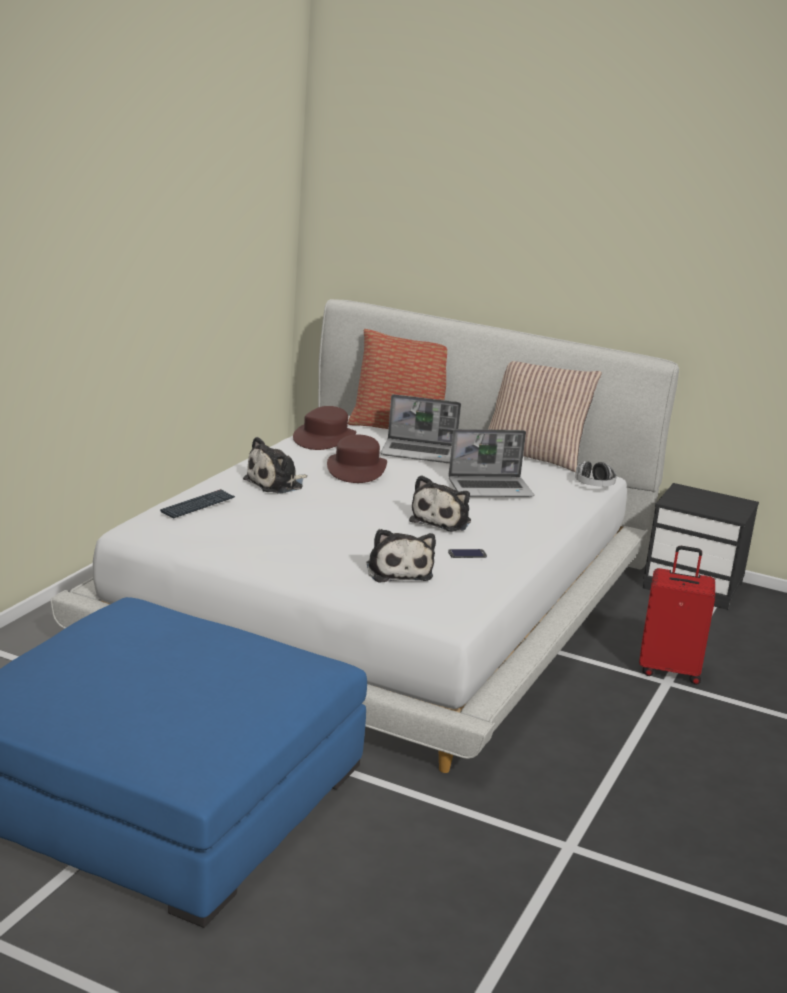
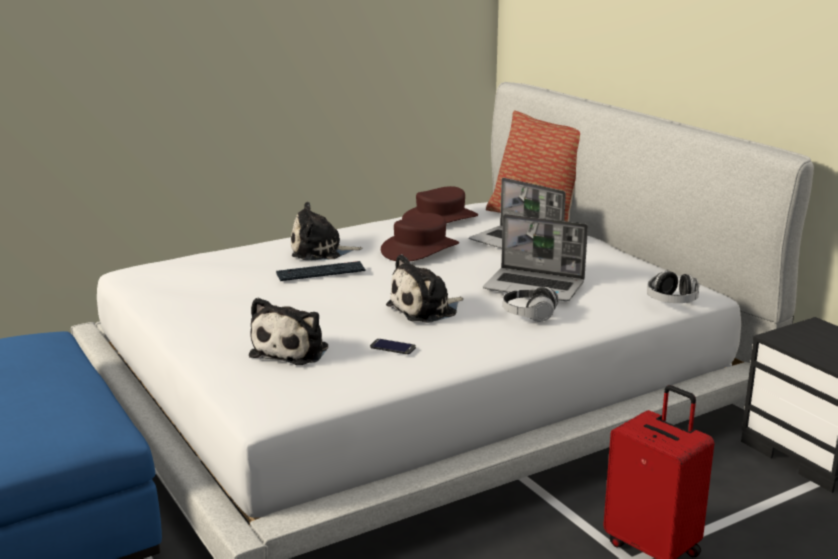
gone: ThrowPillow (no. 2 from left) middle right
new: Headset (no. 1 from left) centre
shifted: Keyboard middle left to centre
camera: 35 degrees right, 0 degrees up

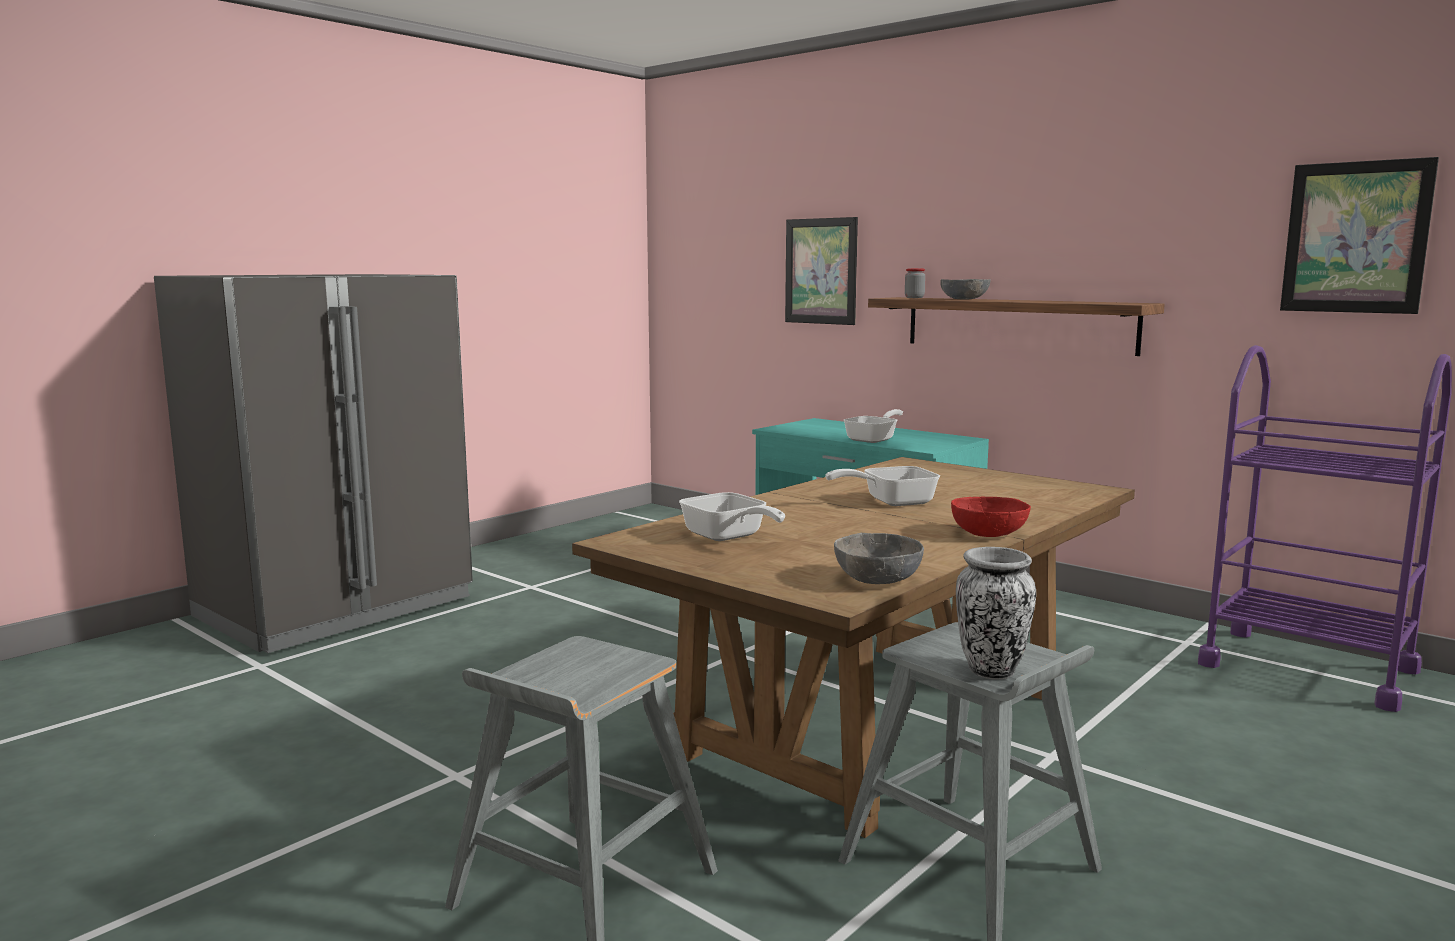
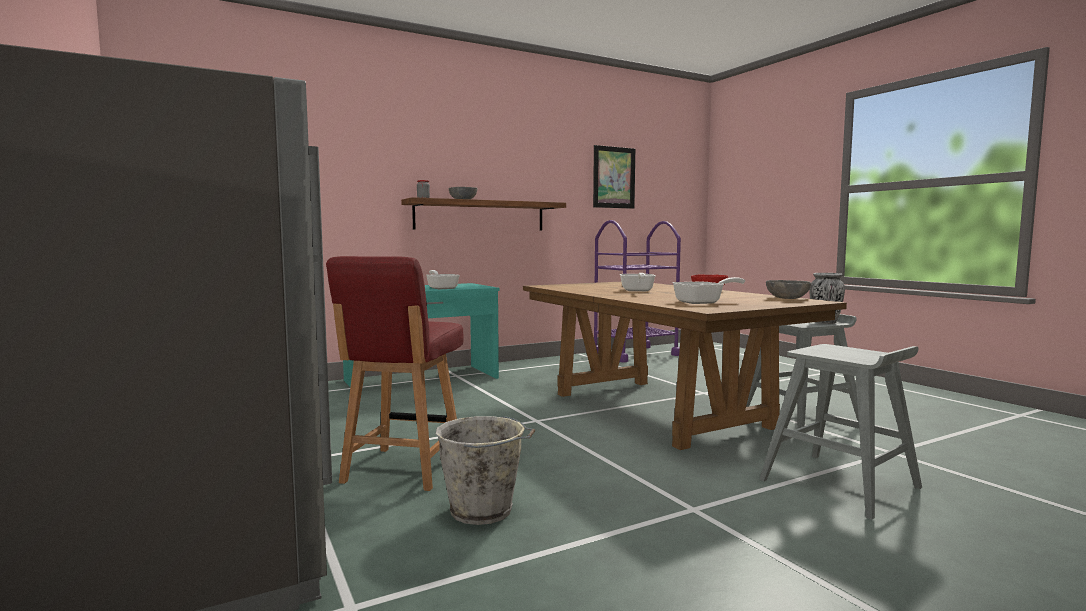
gone: Picture (no. 1 from left) top centre
new: RedColouredUprightChair centre; GrayWaterBucket bottom centre
camera: 70 degrees left, 5 degrees down

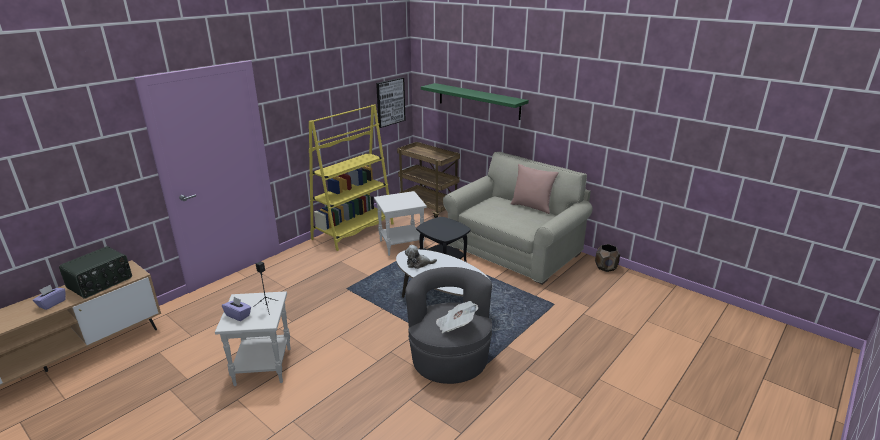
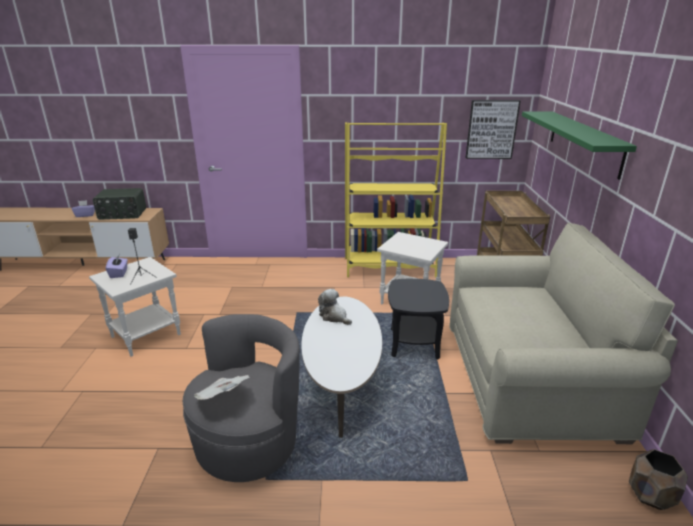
gone: PinkThrowPillow centre
camera: 50 degrees right, 0 degrees up

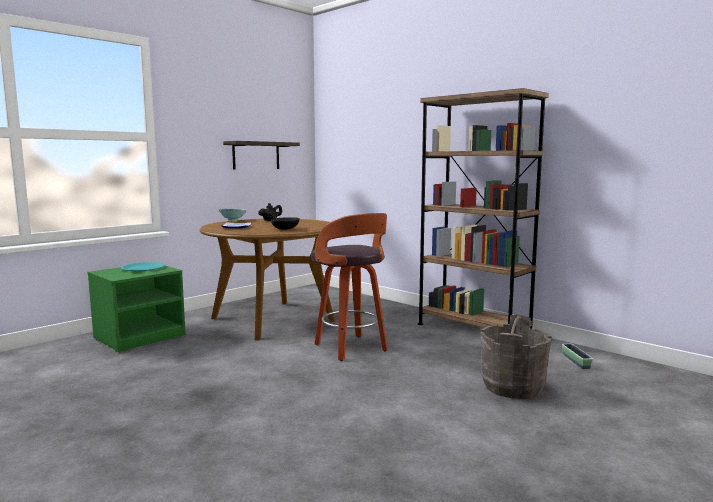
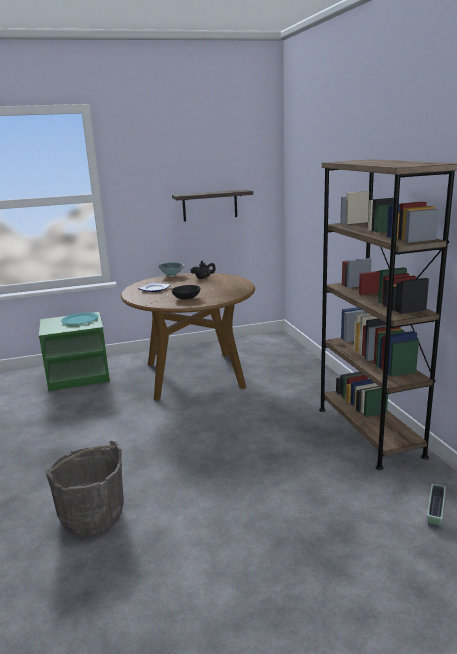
gone: SittingStool centre
shifted: GrayWaterBucket bottom right to bottom left
camera: 30 degrees right, 10 degrees up

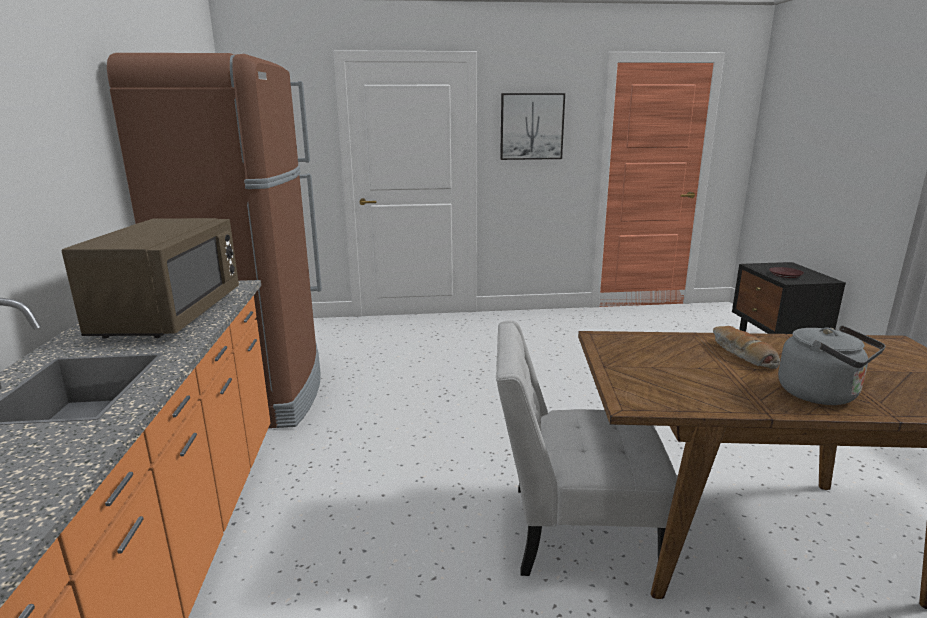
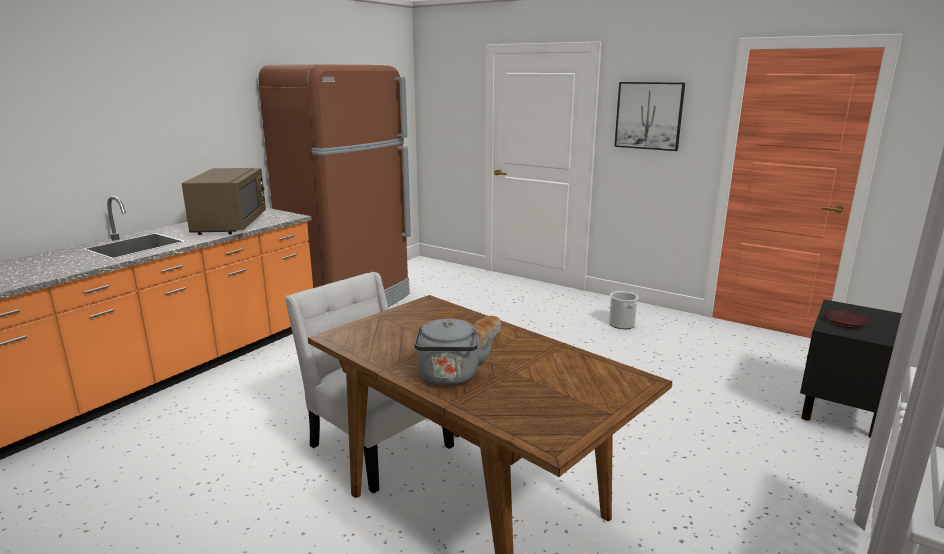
new: WaterBucket centre
rotated: BrownMicrowaveOven middle left = middle left 45 degrees counterclockwise
camera: 40 degrees right, 0 degrees up

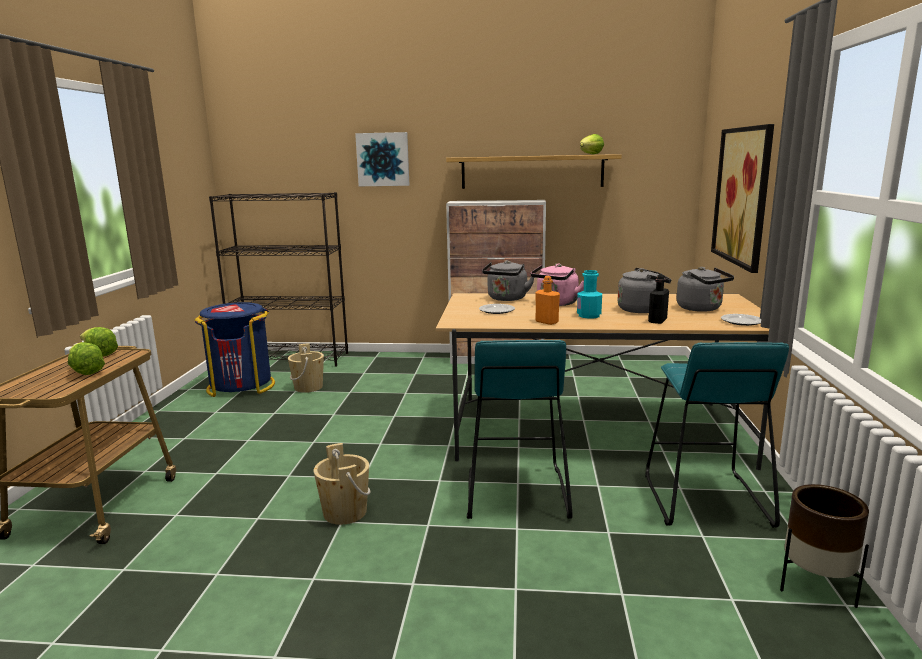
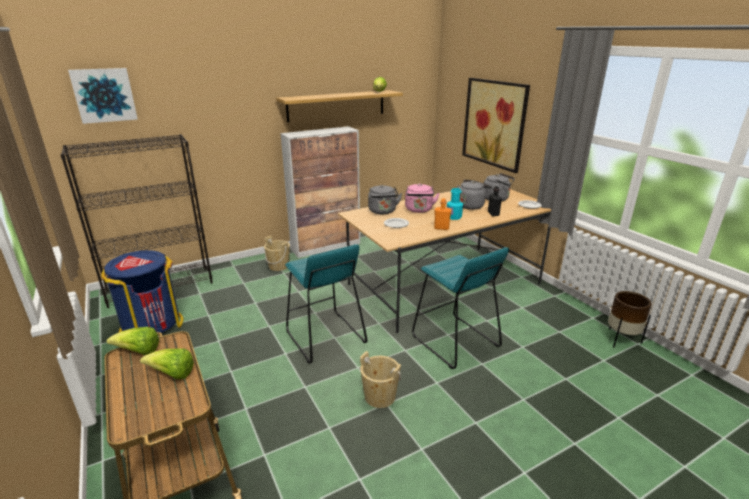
shifted: Picture (no. 1 from left) top centre to top left; SandColouredWaterBucket (no. 1 from left) middle left to centre; TurquoiseSittingStool (no. 2 from left in the first image) middle right to TurquoiseSittingStool (no. 1 from left) centre
camera: 35 degrees left, 10 degrees up

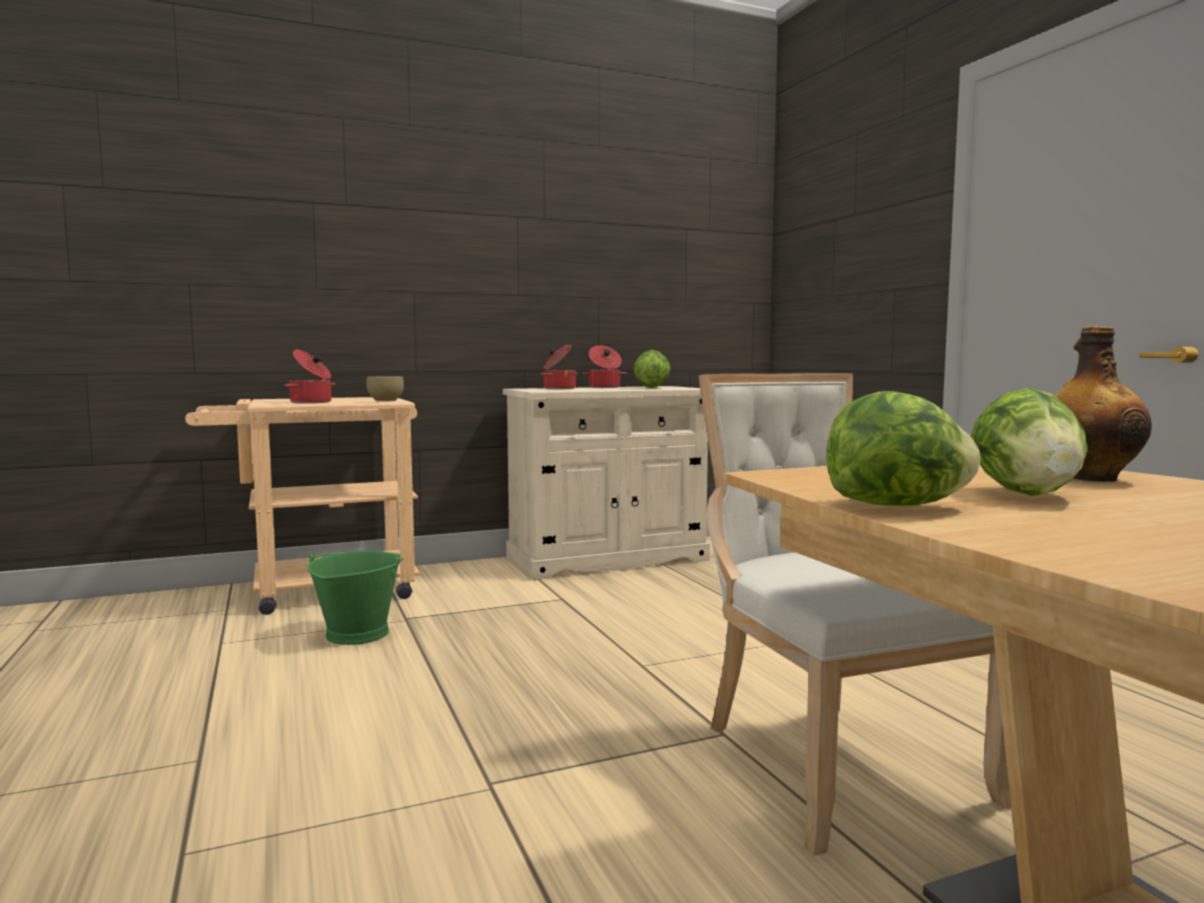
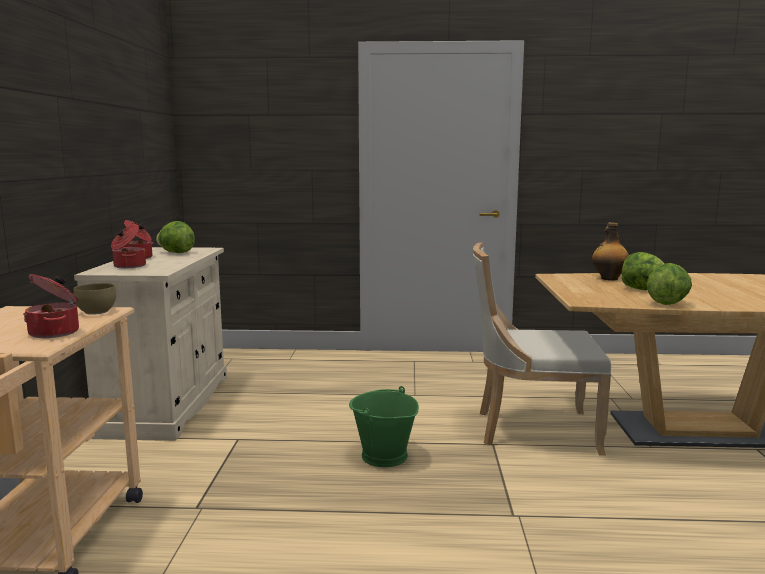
shifted: GreenColouredWaterBucket middle left to bottom centre
camera: 65 degrees left, 5 degrees up

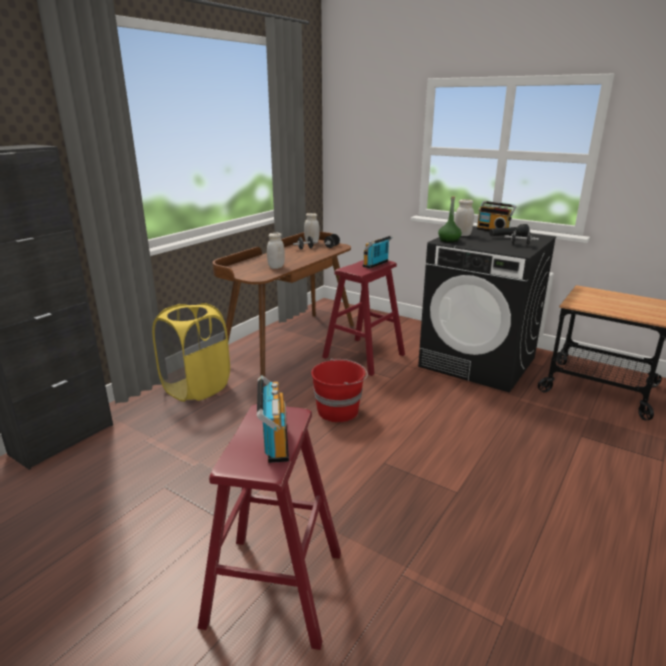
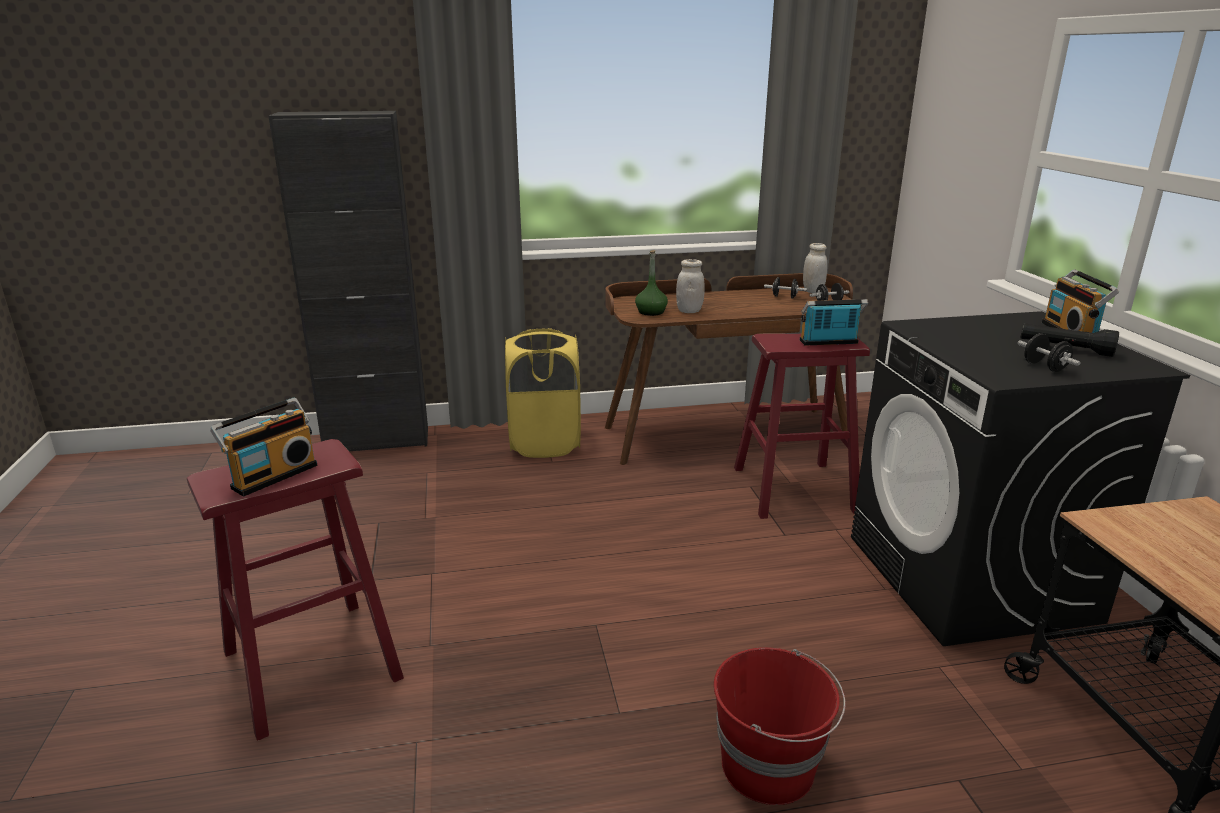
gone: WhitishJar (no. 3 from left) top right
shifted: GreenColouredBottle top right to centre; RedColouredWaterBucket centre to bottom centre
camera: 45 degrees right, 0 degrees up

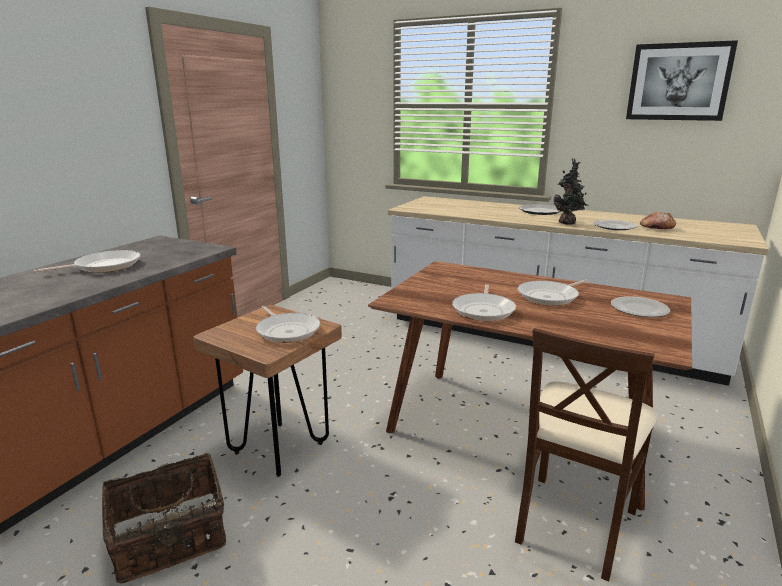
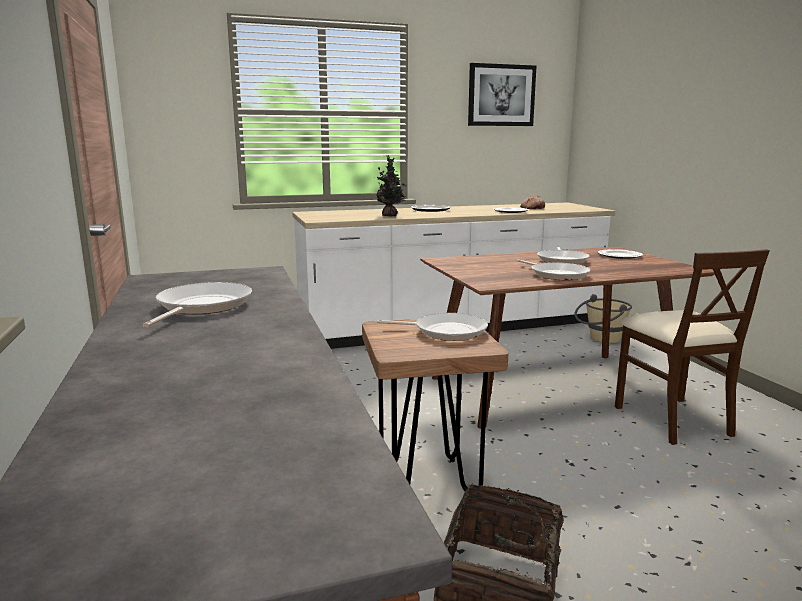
new: SandColouredWaterBucket middle right
shifted: PlantInAPot top right to top centre
camera: 45 degrees left, 5 degrees down

